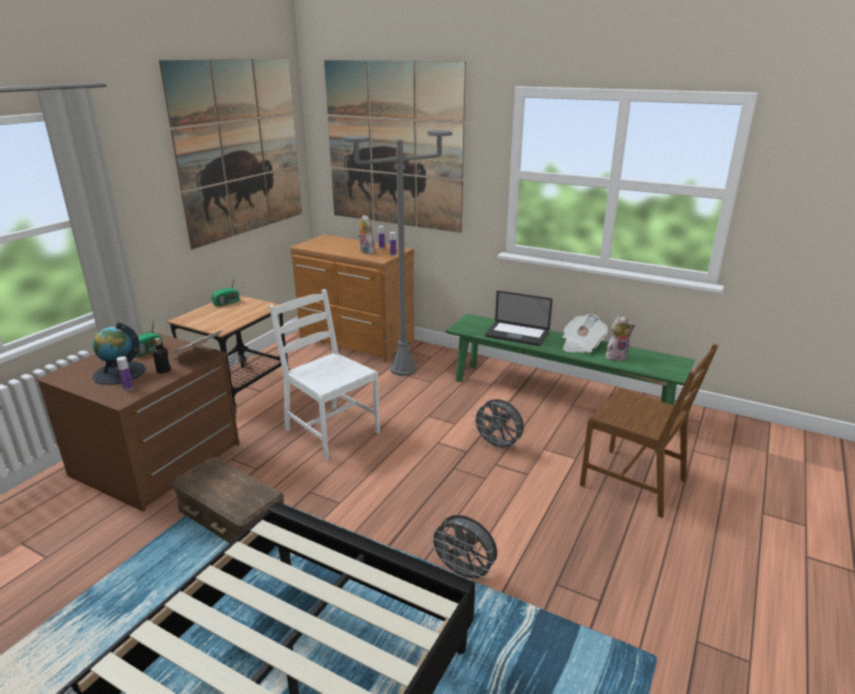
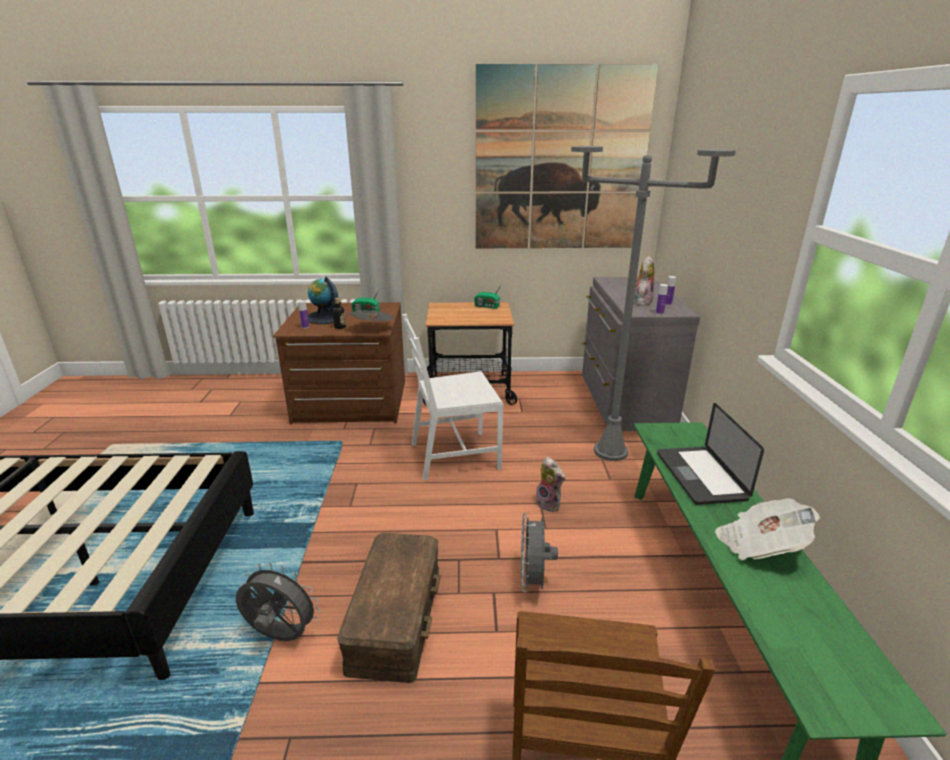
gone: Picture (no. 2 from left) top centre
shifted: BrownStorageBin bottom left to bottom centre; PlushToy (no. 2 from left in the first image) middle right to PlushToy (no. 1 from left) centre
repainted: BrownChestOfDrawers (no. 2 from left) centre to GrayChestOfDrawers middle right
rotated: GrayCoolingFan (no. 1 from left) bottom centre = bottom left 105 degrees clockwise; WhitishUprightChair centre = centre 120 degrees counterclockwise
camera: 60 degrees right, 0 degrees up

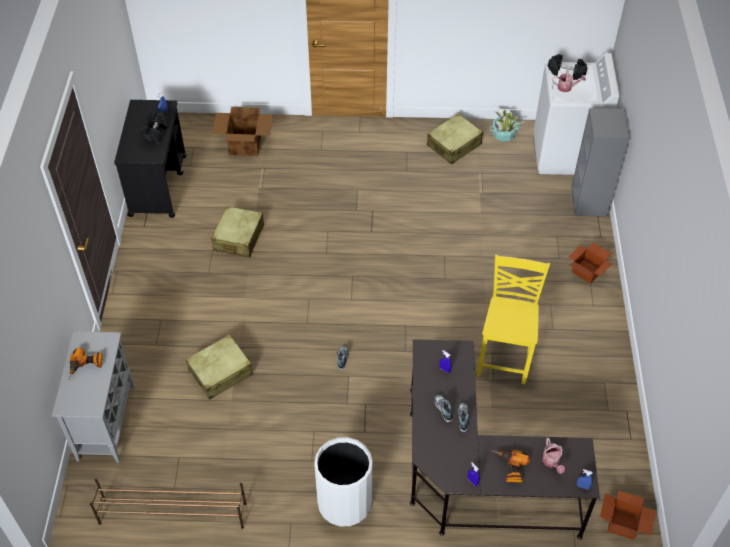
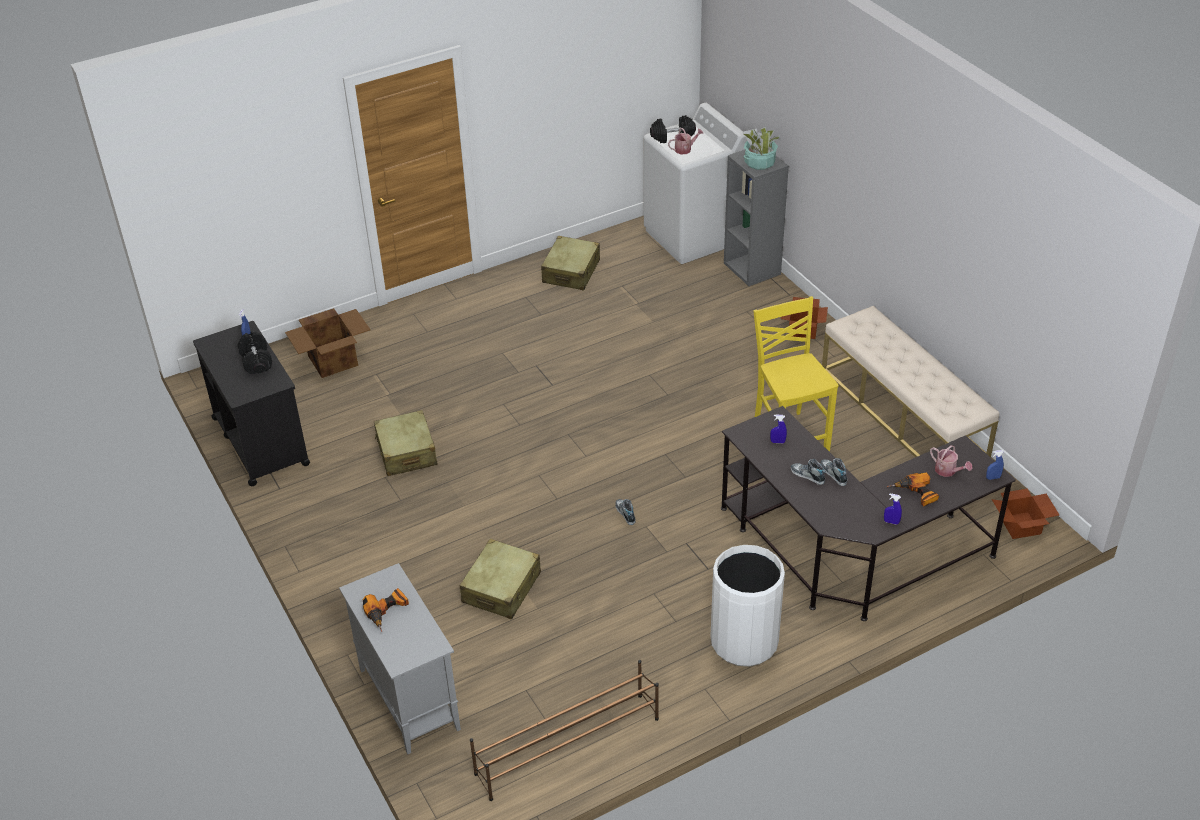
new: SandColouredIndoorBench middle right
shifted: PlantInAPot top right to top centre
camera: 30 degrees left, 10 degrees down

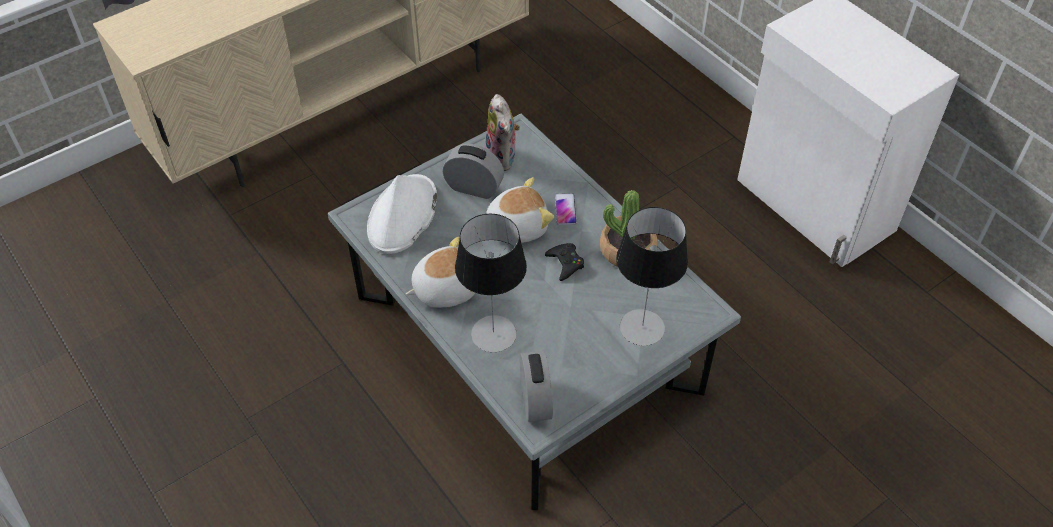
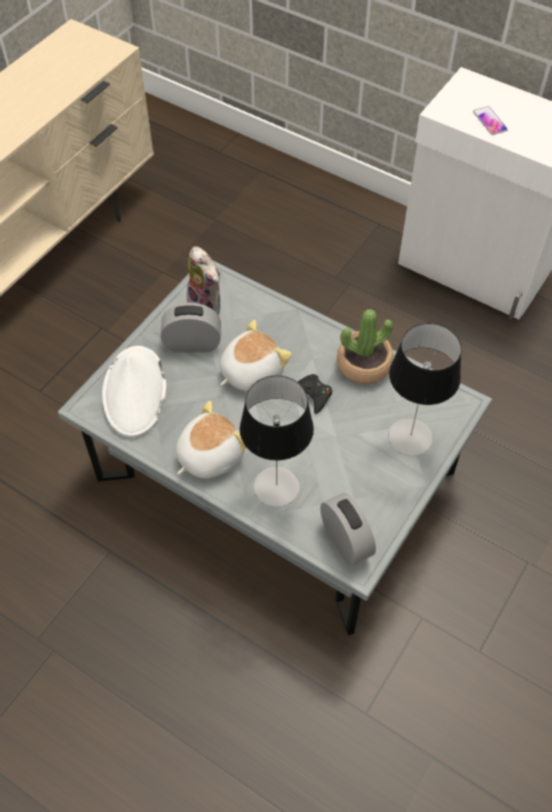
shifted: Phone centre to top right
camera: 20 degrees left, 5 degrees up

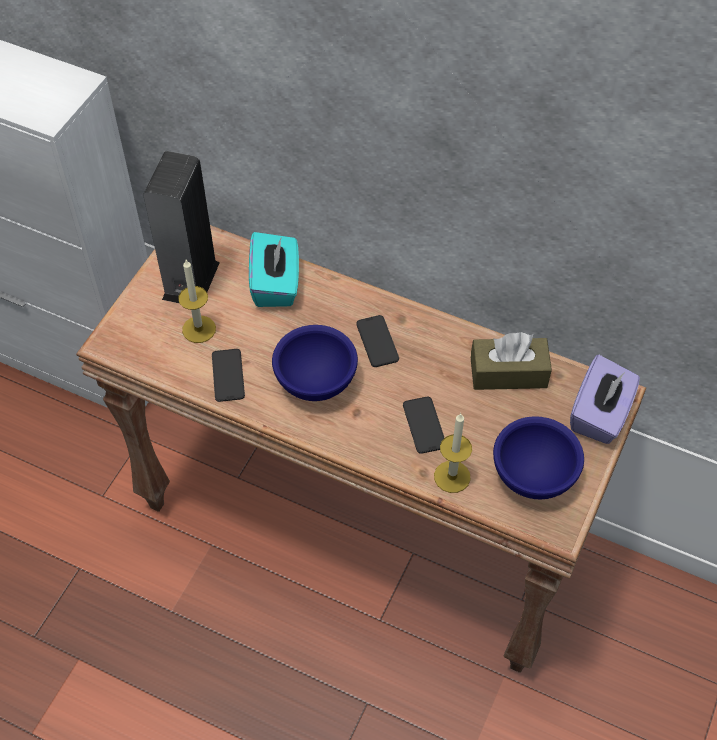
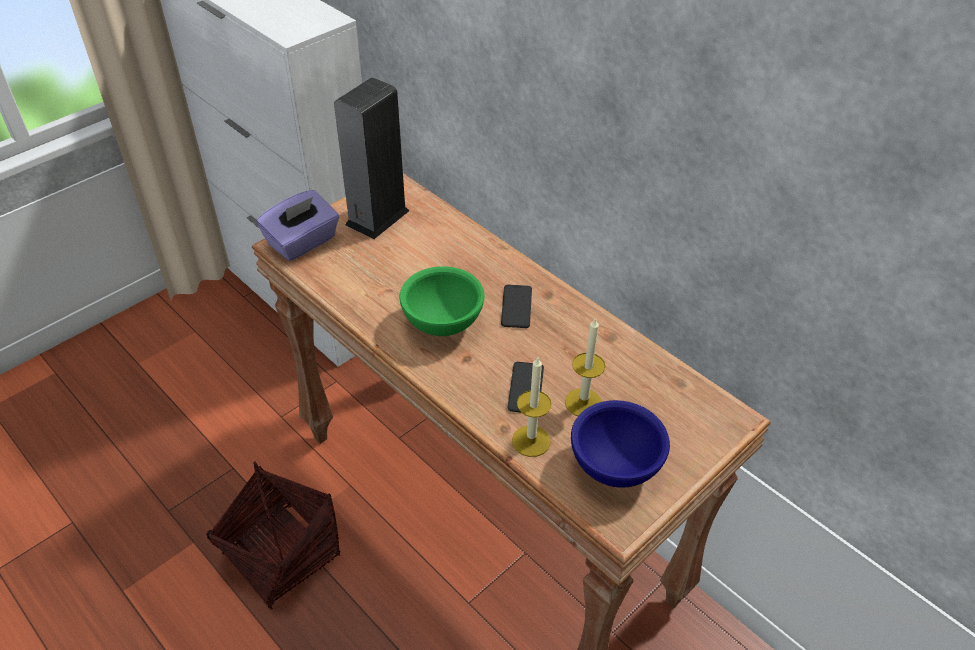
gone: Phone (no. 1 from left) middle left; TurquoiseTissueBox centre; BrownTissueBox middle right
new: StorageBasket bottom left
shifted: PurpleColouredTissueBox middle right to middle left; WaxCandle (no. 1 from left in the first image) middle left to WaxCandle (no. 2 from left) centre
repainted: BlueDeepDish (no. 1 from left) centre to GreenColouredDeepDish centre
camera: 20 degrees right, 10 degrees down

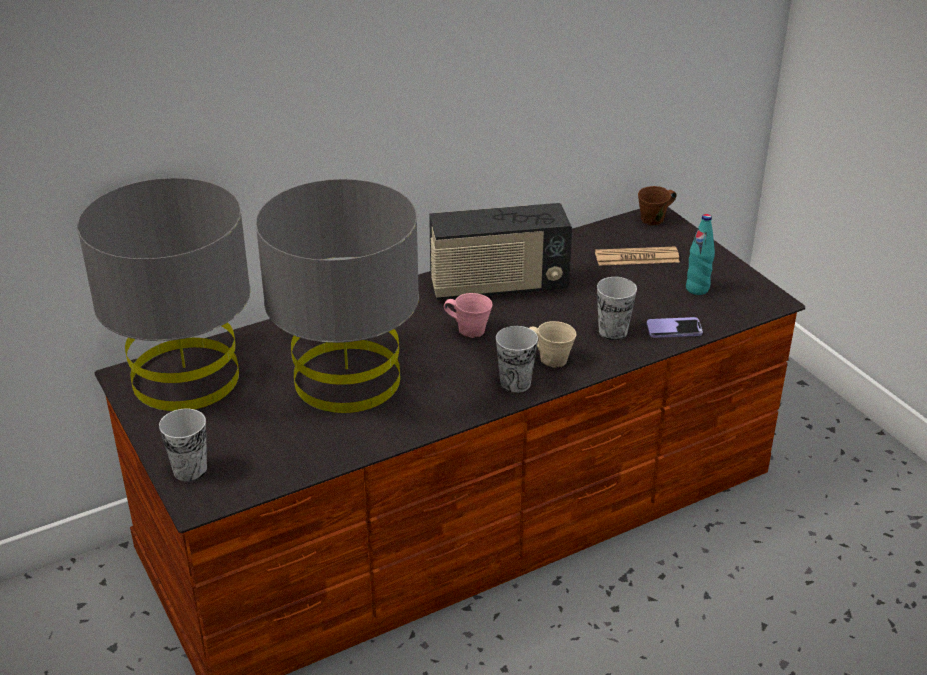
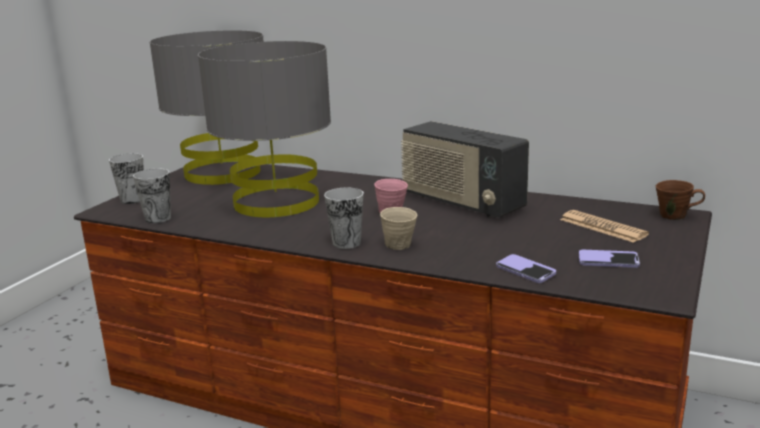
shifted: Cup (no. 3 from left in the first image) centre to Cup (no. 2 from left) middle left
swapped: TurquoiseBottle middle right to Phone (no. 2 from left) middle right
camera: 55 degrees right, 15 degrees down

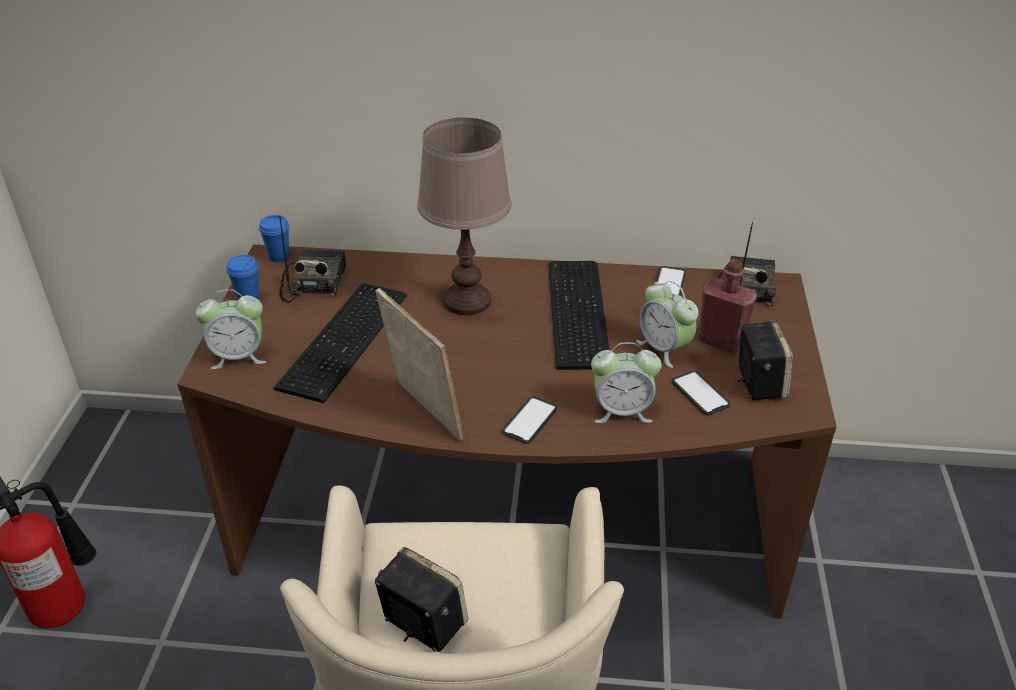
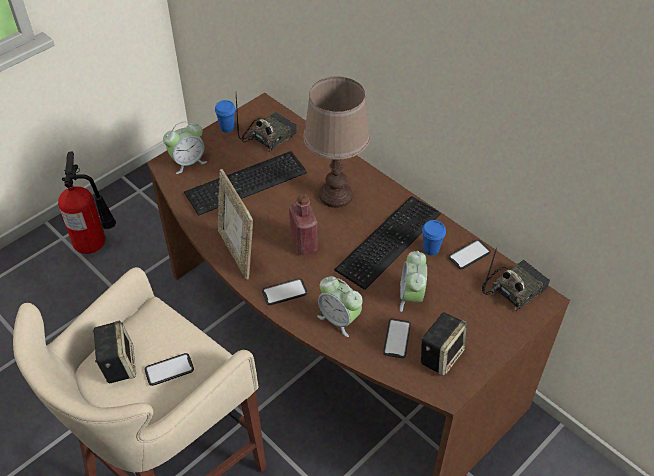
new: Phone (no. 1 from left) bottom left
shifted: RedColouredBottle middle right to centre; BlueCup (no. 2 from left) middle left to centre
rotated: AlarmClock (no. 1 from left) middle left = top left 60 degrees counterclockwise; PhotoFrame centre = centre 150 degrees clockwise
camera: 40 degrees right, 10 degrees up

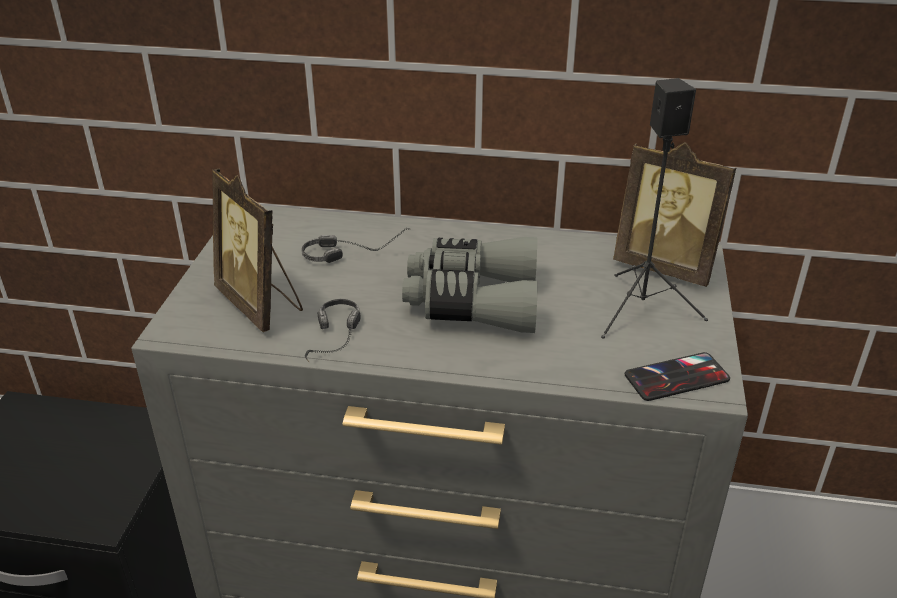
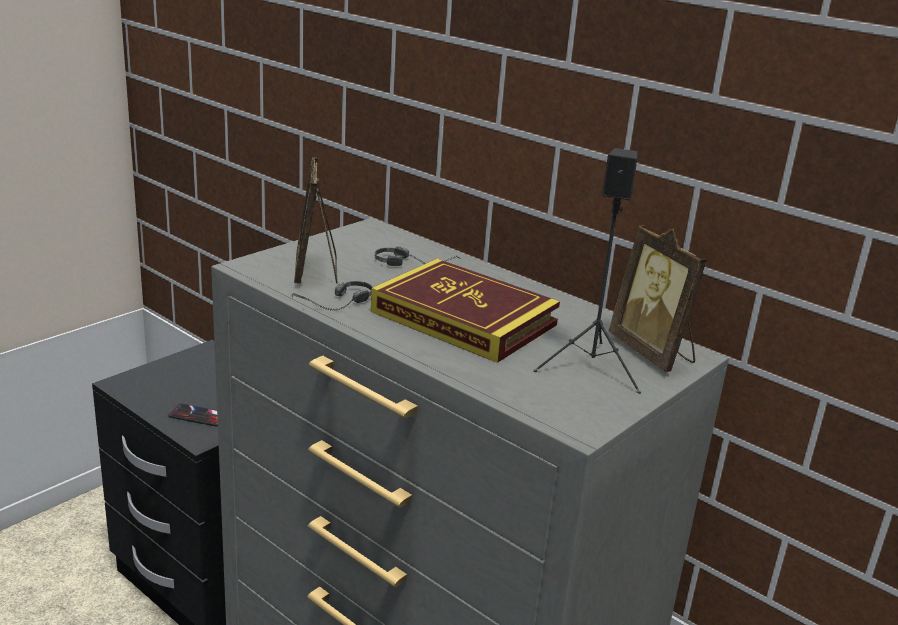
shifted: Phone middle right to middle left
swapped: GrayPairOfBinoculars centre to Book centre
camera: 30 degrees right, 10 degrees down

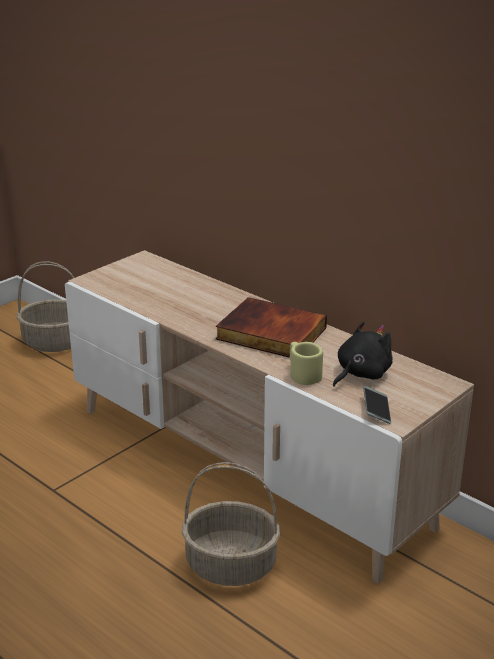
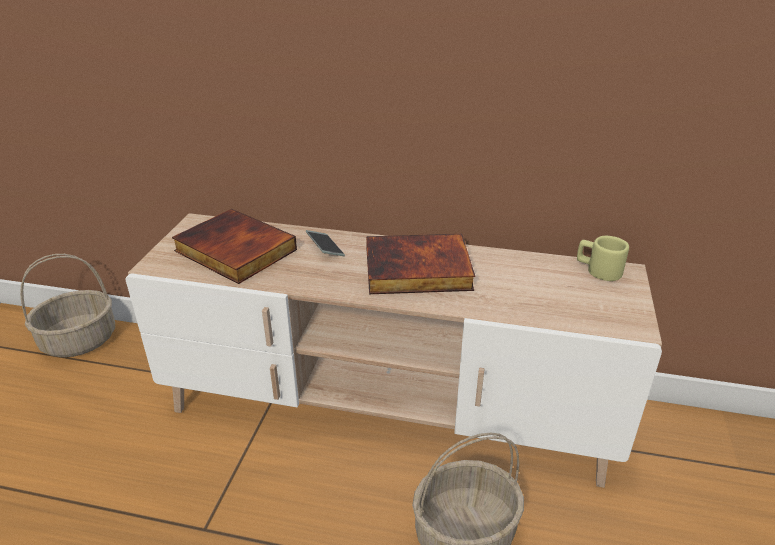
gone: BlackPlushToy middle right
new: Book (no. 1 from left) middle left
shifted: Phone middle right to centre; SandColouredCoffeeMug centre to middle right
camera: 30 degrees left, 5 degrees up

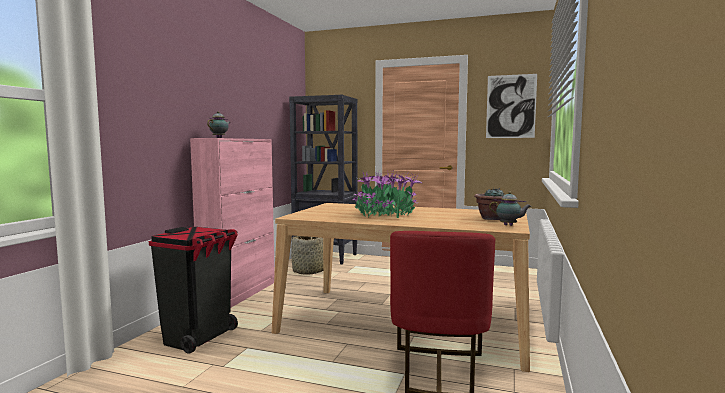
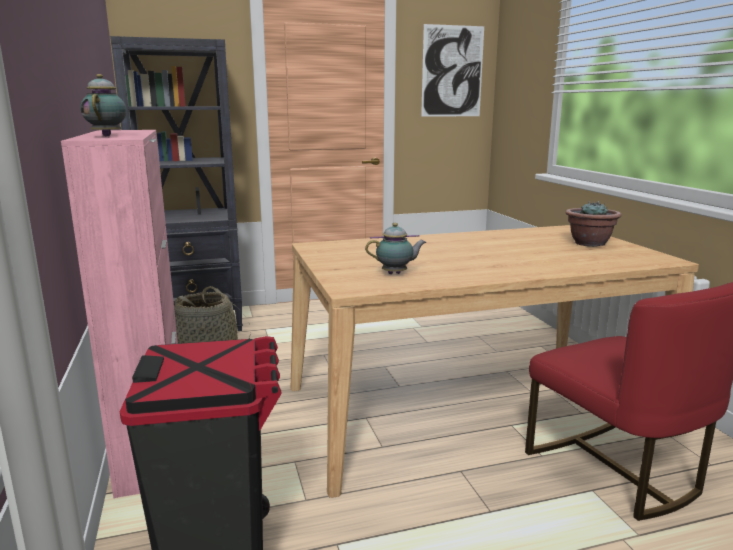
gone: PlantInAPot (no. 1 from left) centre
shifted: TeaPot (no. 2 from left) middle right to centre
camera: 35 degrees left, 10 degrees up

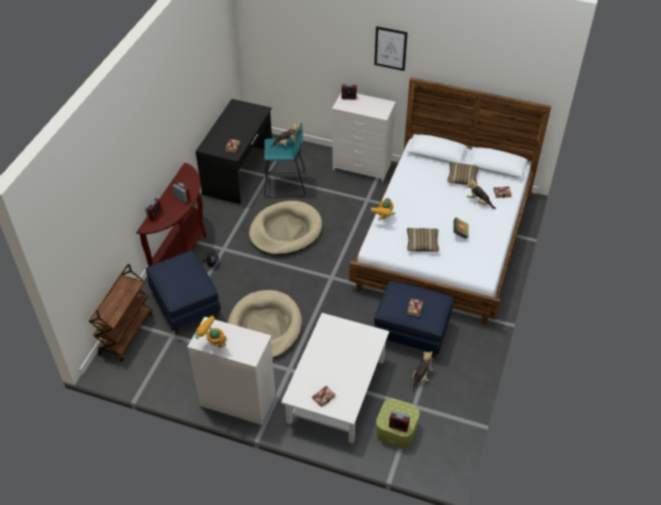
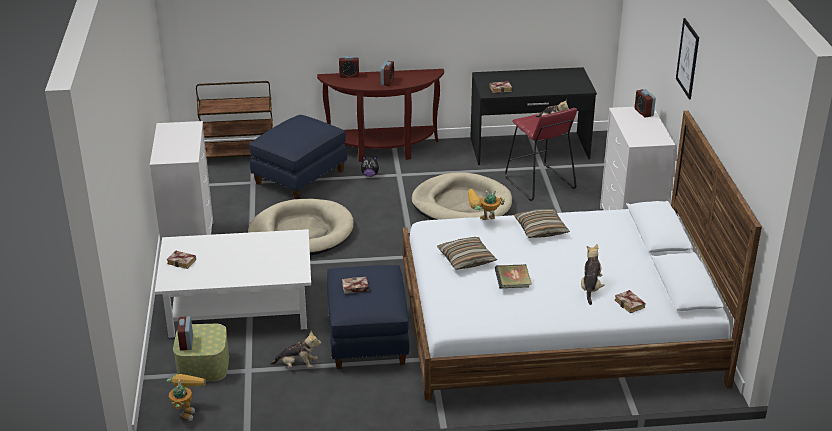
shifted: ToyRobot (no. 1 from left) middle left to bottom left; ThrowPillow (no. 2 from left) middle right to centre
repainted: TurquoiseSittingStool top centre to RedColouredSittingStool centre
camera: 65 degrees right, 15 degrees down

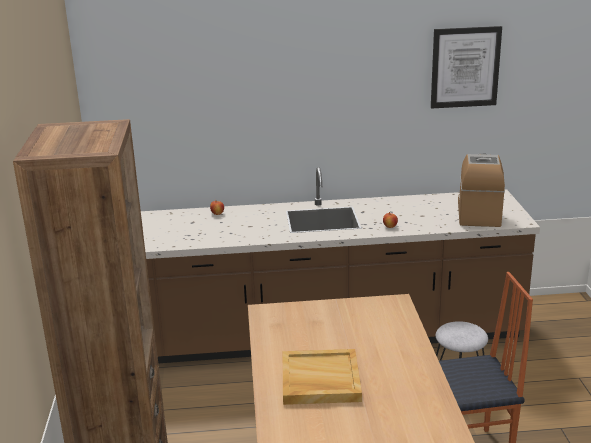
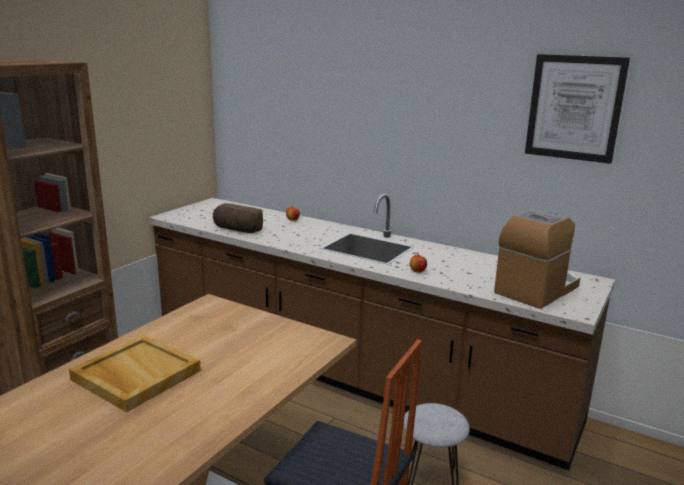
new: BakedBread centre
camera: 35 degrees right, 5 degrees down

